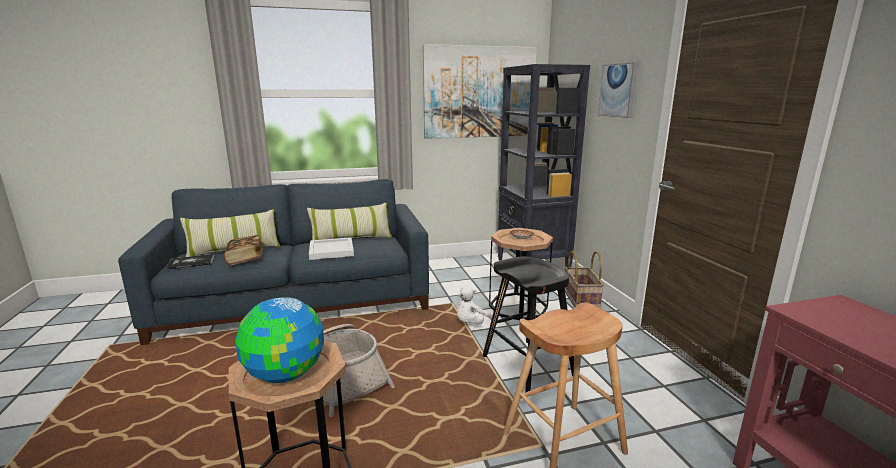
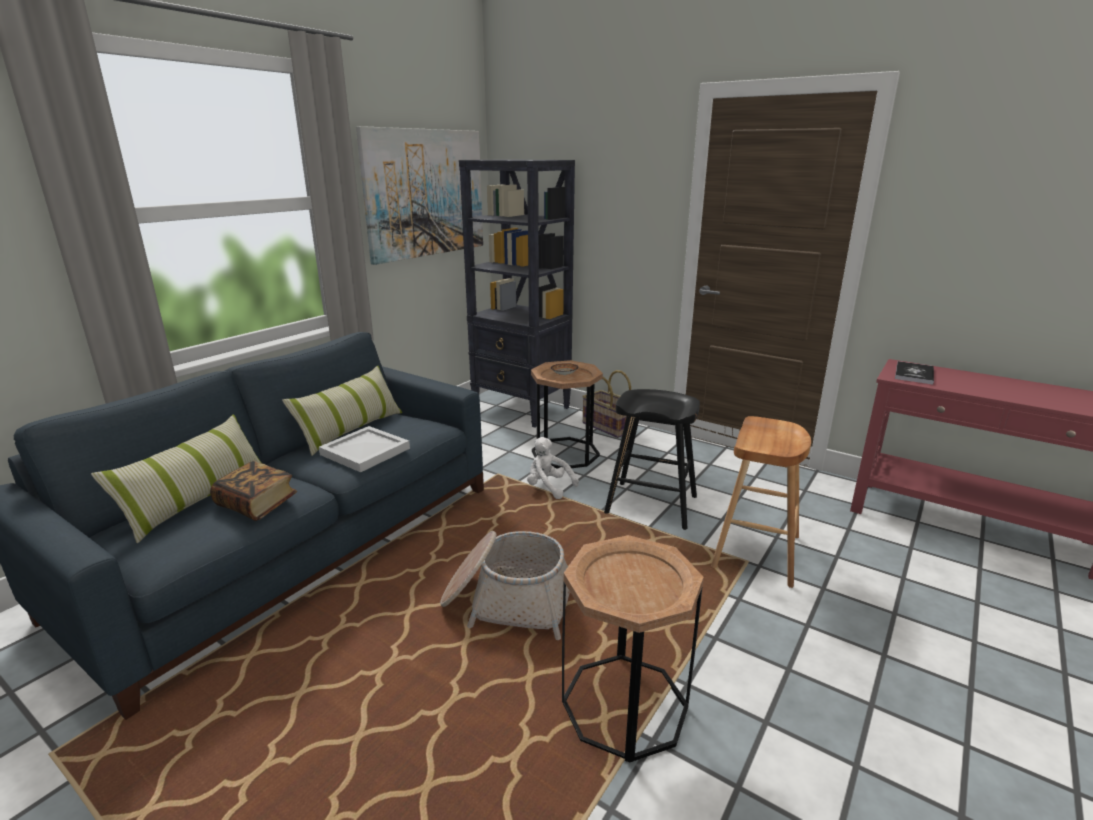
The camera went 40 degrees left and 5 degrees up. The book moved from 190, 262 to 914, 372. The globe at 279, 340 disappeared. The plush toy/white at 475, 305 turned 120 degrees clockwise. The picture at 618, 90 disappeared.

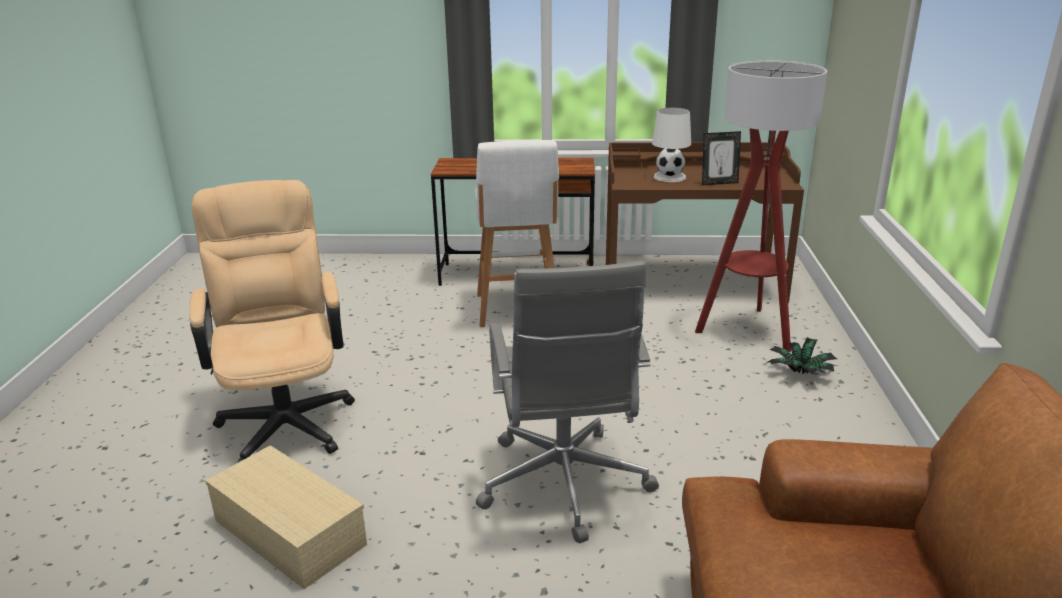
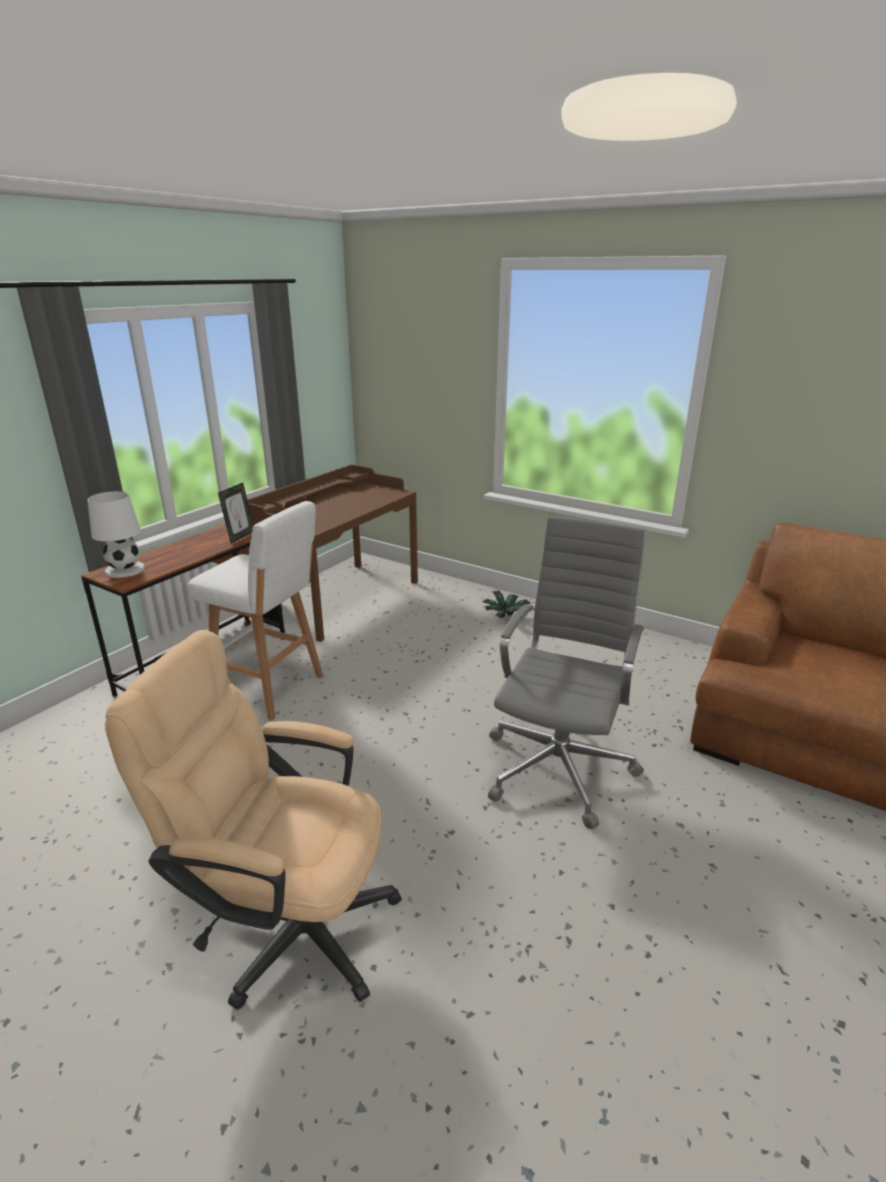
The camera went 60 degrees left and 0 degrees up. The storage box/beige at 286, 517 disappeared. The office chair/grey at 567, 402 turned 90 degrees counterclockwise. The table lamp/white moved from 671, 145 to 116, 534. The floor lamp at 761, 206 disappeared. The picture frame moved from 721, 158 to 235, 513.

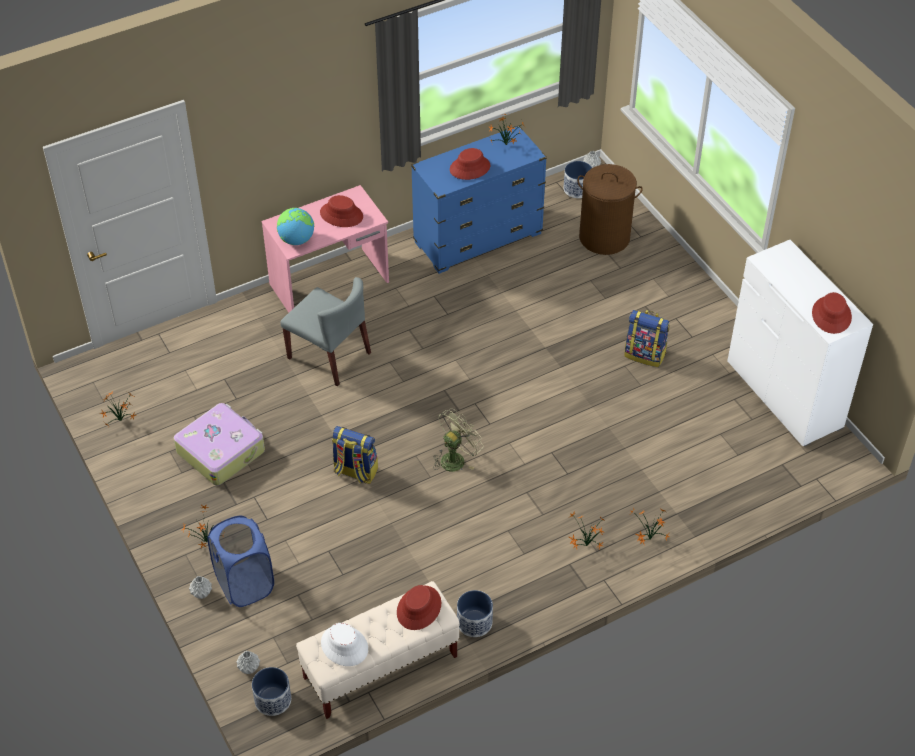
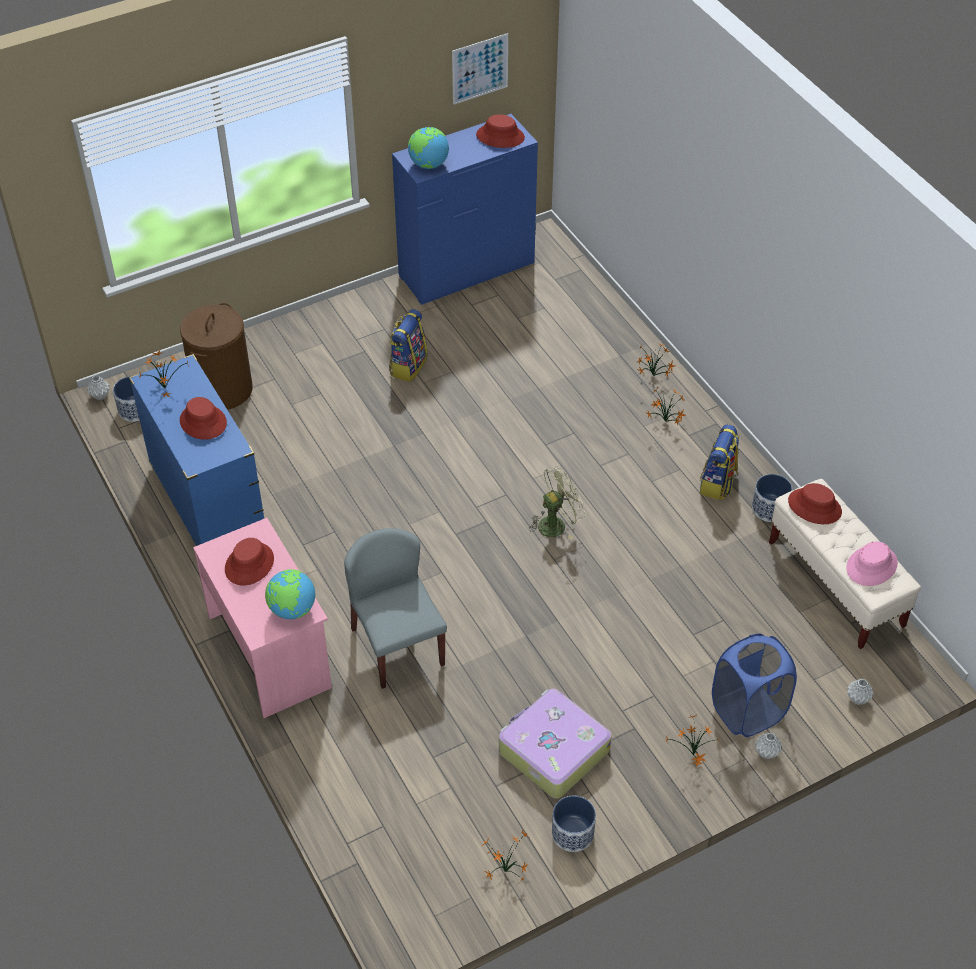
The camera went 90 degrees left and 0 degrees up. The planter moved from 271, 691 to 574, 824. The chair/grey at 325, 331 turned 60 degrees counterclockwise. The hat/white at 344, 644 became the hat/pink at 872, 563. The backpack moved from 355, 455 to 719, 462. The fan/green at 458, 440 turned 105 degrees clockwise. The dresser/white at 800, 343 became the dresser/blue at 465, 209. The globe at 428, 148 appeared. The picture at 480, 69 appeared.

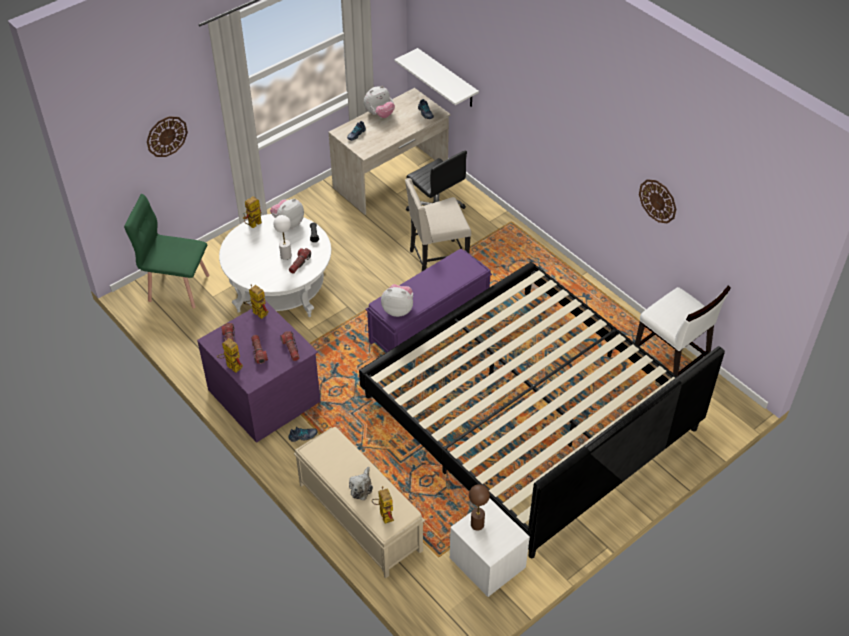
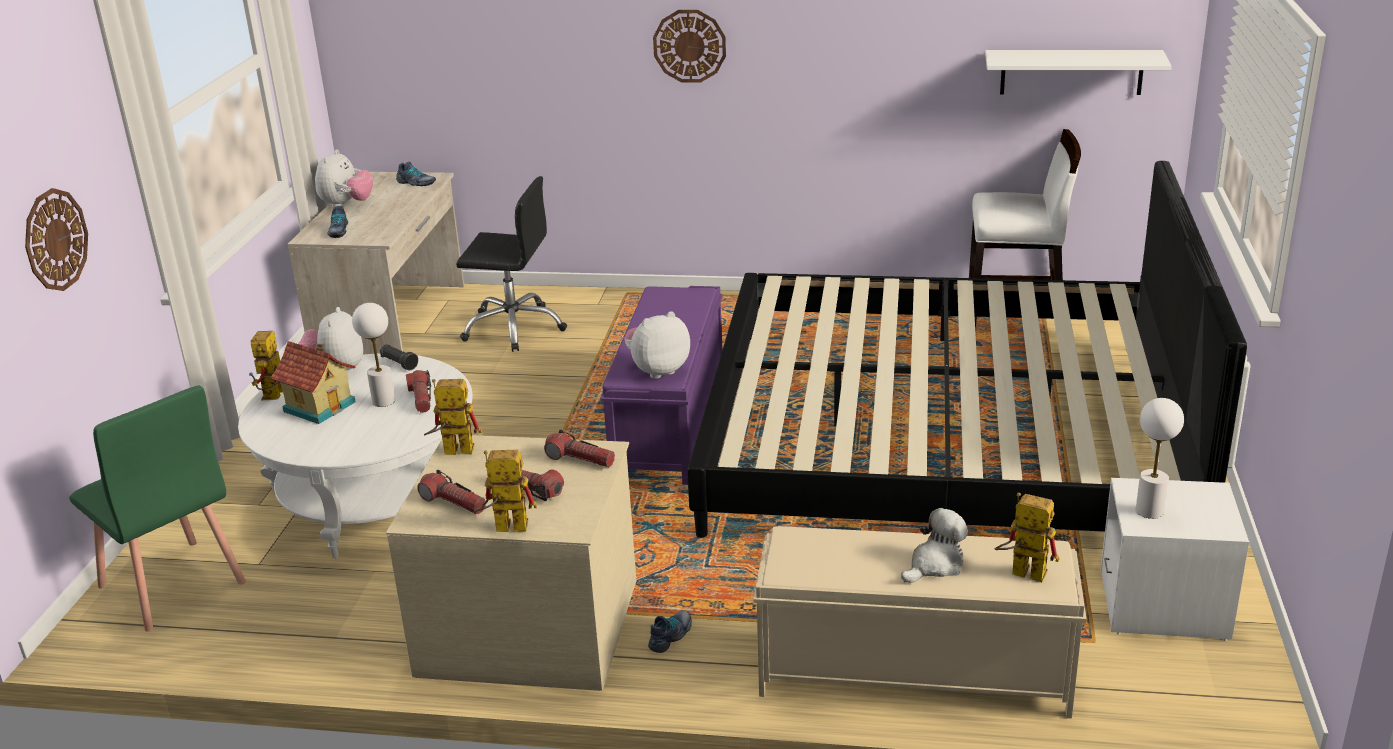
The camera went 40 degrees left and 20 degrees down. The chair/green at 167, 251 turned 105 degrees counterclockwise. The dresser/purple at 259, 372 became the dresser/beige at 511, 562. The plush toy at 361, 483 turned 105 degrees counterclockwise. The shelf/white moved from 437, 77 to 1078, 72. The chair/beige at 438, 224 disappeared. The table lamp/brown at 479, 507 became the table lamp/white at 1160, 458. The wall clock moved from 657, 201 to 689, 46. The toy house at 312, 382 appeared.

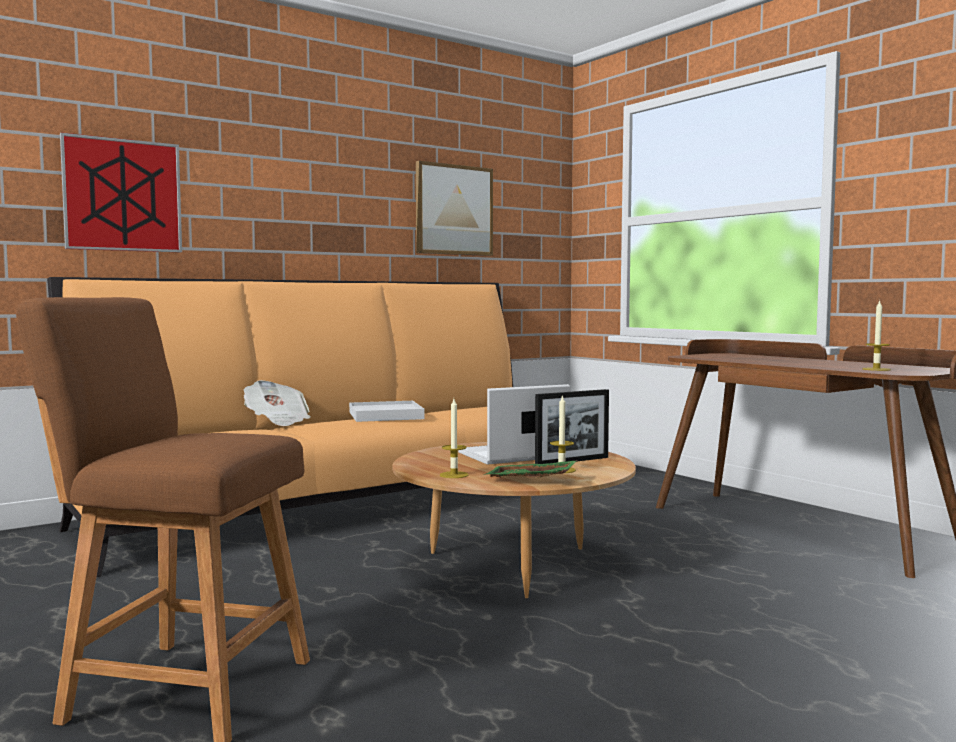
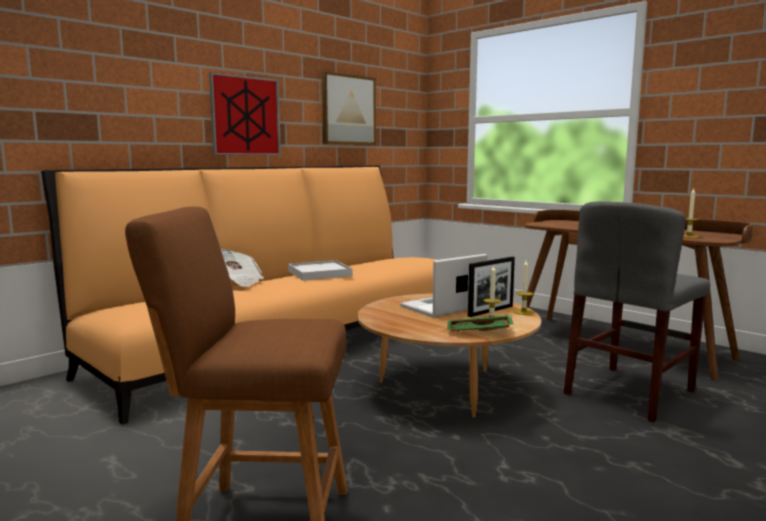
The camera went 10 degrees left and 5 degrees up. The picture moved from 121, 192 to 245, 113. The candle moved from 454, 438 to 524, 287. The chair/grey at 637, 312 appeared.

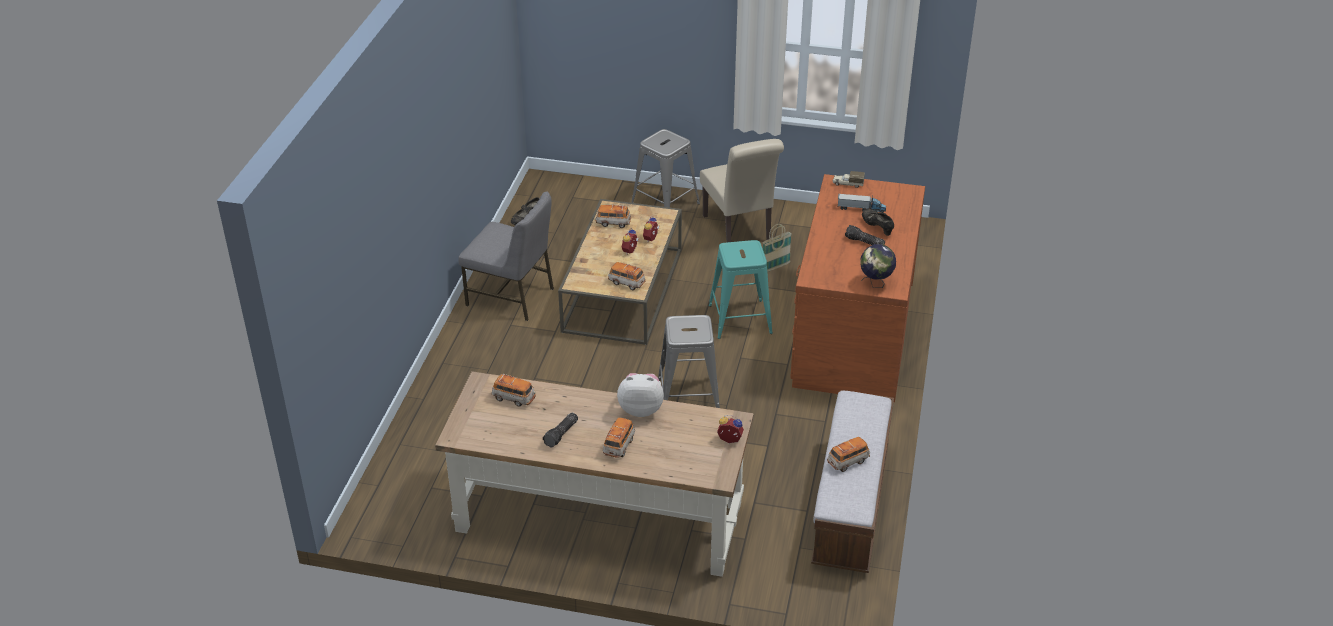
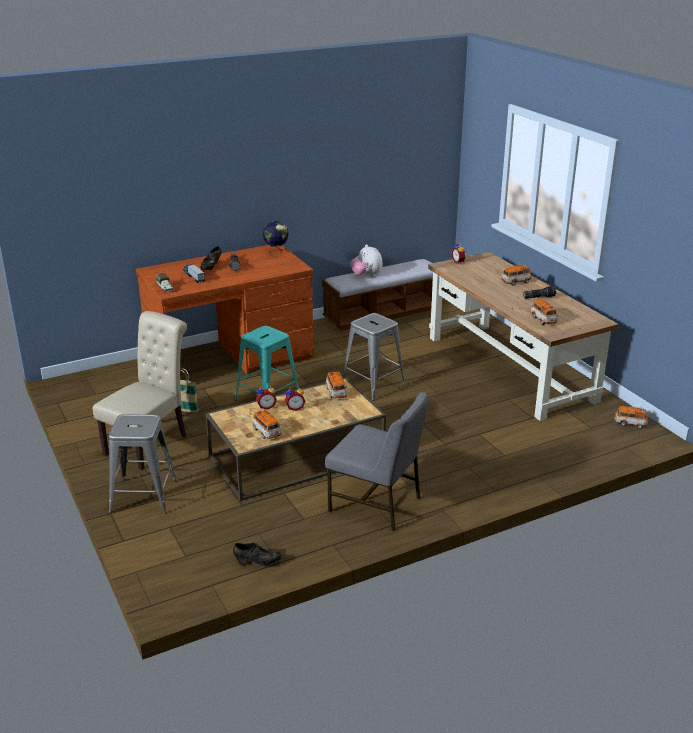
The camera went 130 degrees left and 10 degrees down. The chair/grey at 506, 256 turned 135 degrees clockwise. The plush toy moved from 640, 395 to 367, 260. The toy car moved from 848, 454 to 631, 417.

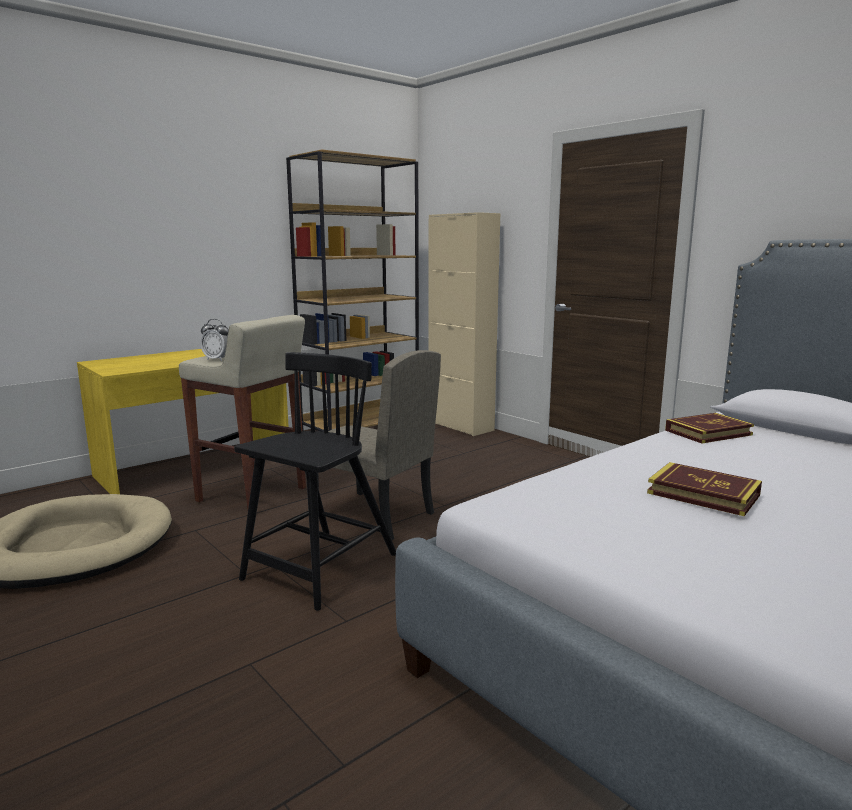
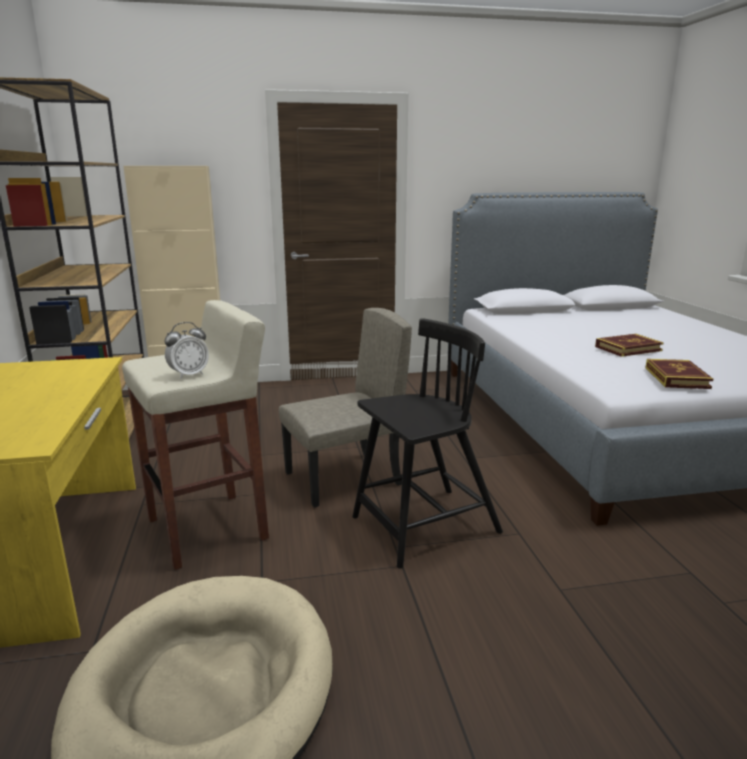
The camera went 60 degrees left and 5 degrees up. The chair/black at 315, 481 turned 90 degrees clockwise. The book moved from 709, 428 to 679, 374.

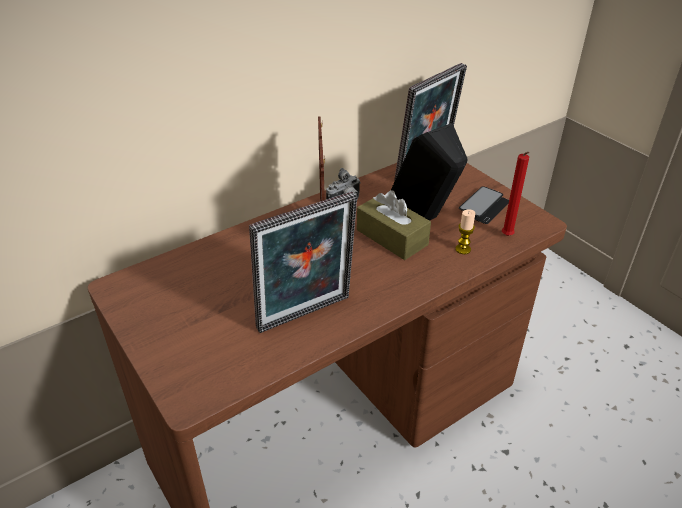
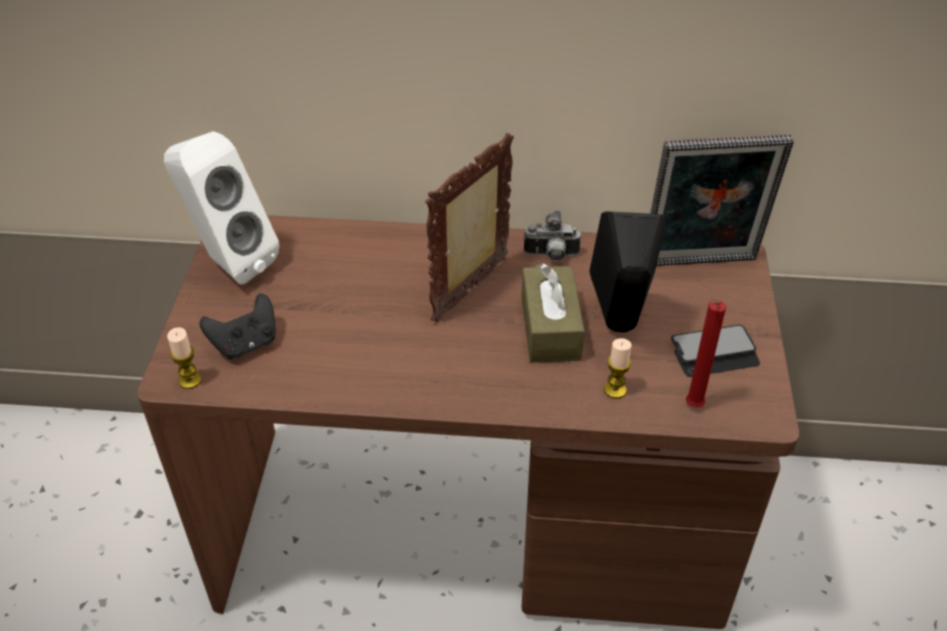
The camera went 40 degrees right and 5 degrees up. The picture frame at 303, 262 disappeared. The speaker/white at 222, 208 appeared. The candle at 184, 358 appeared. The game controller/black at 238, 326 appeared.

